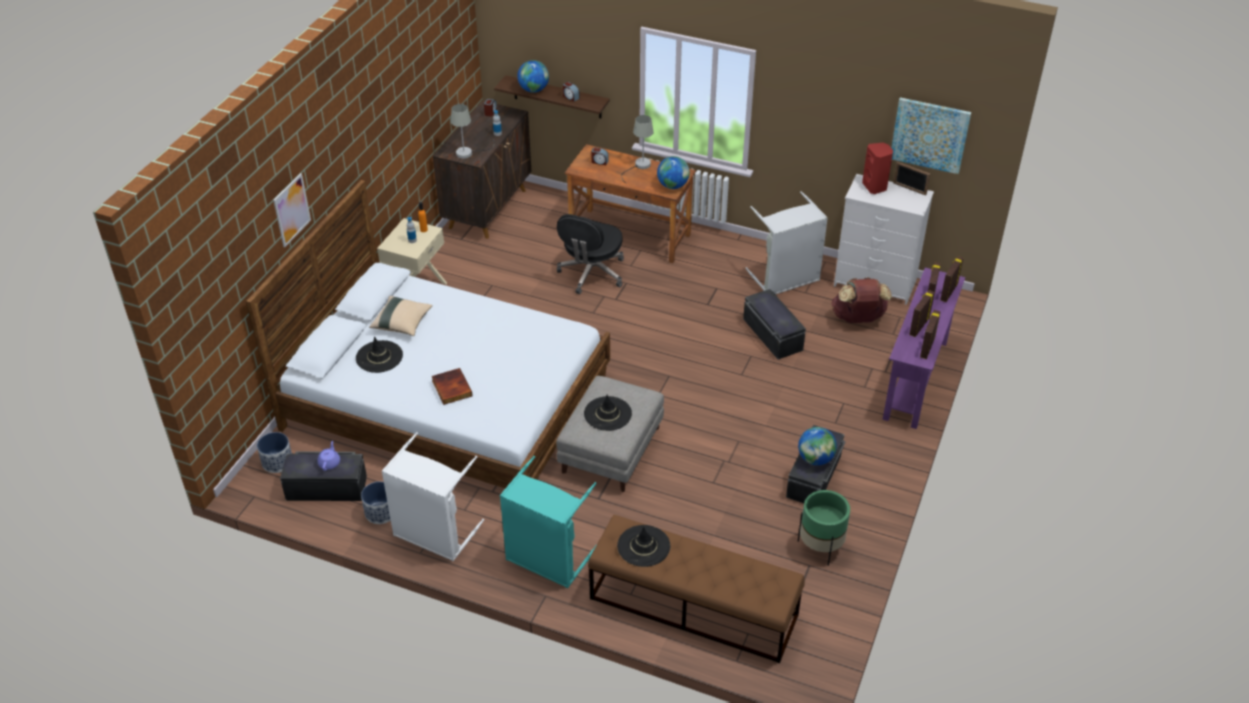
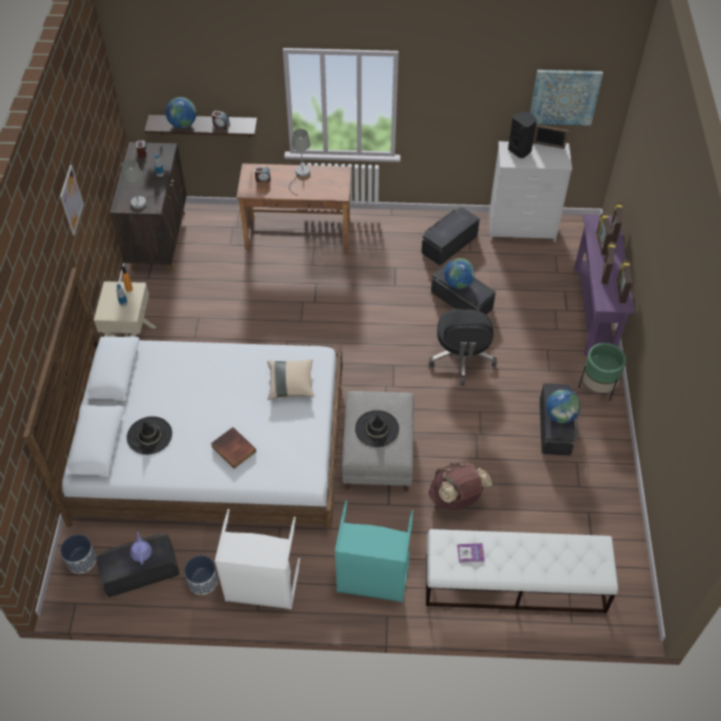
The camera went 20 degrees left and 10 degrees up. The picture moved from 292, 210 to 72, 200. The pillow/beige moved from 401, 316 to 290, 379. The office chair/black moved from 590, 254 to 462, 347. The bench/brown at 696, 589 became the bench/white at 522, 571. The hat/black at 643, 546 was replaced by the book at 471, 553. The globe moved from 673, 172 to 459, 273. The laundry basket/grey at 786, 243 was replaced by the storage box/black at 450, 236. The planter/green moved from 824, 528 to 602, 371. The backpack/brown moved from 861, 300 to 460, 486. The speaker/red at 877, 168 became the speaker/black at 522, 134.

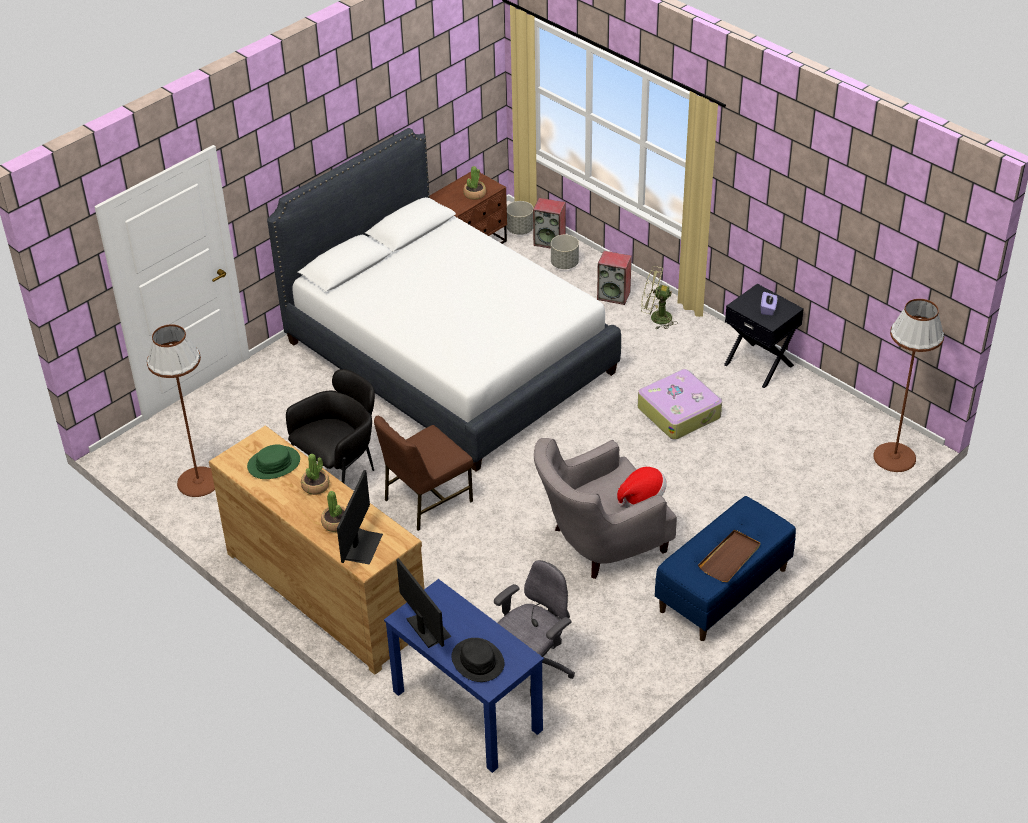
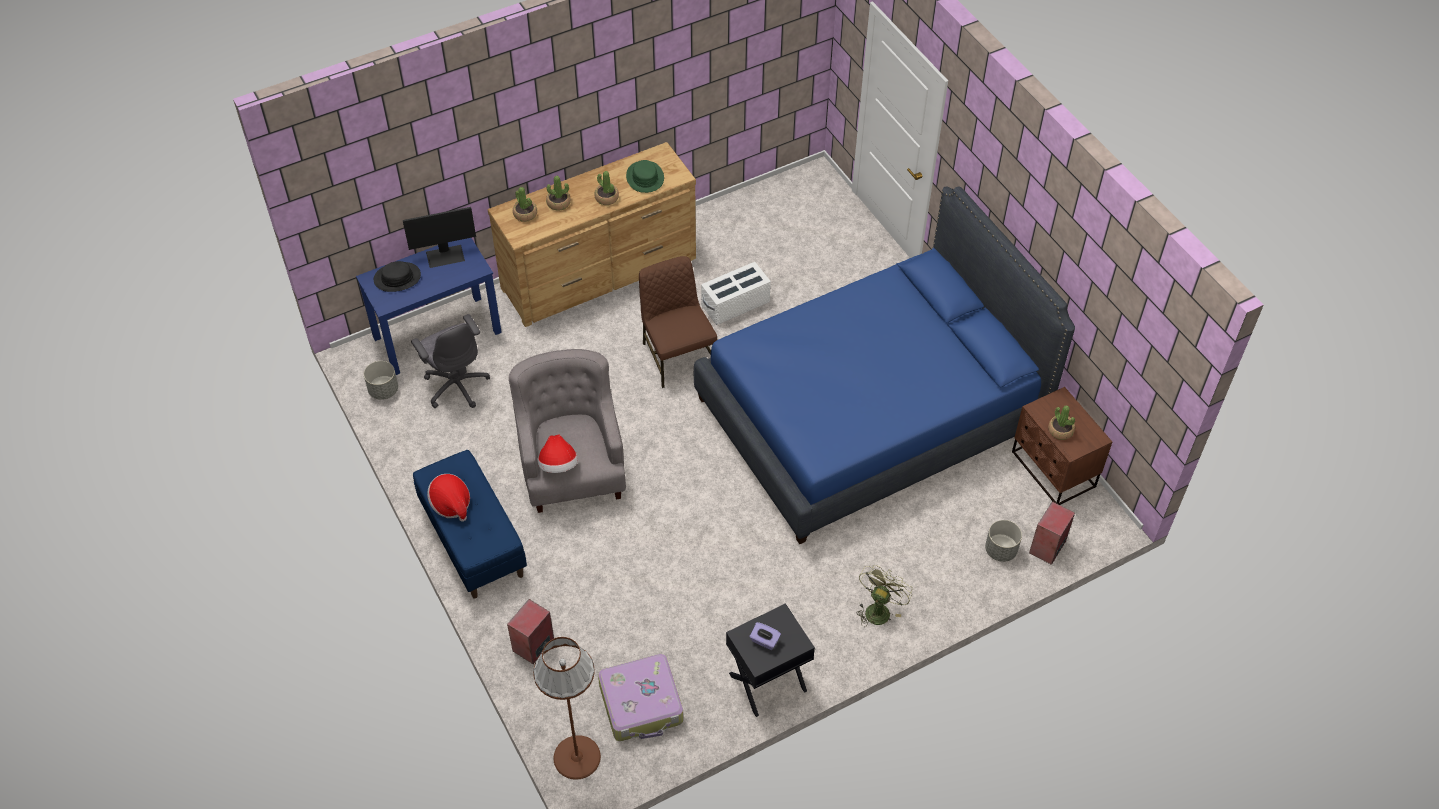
The camera went 105 degrees right and 10 degrees up. The floor lamp/brown at 181, 410 disappeared. The bed/white at 444, 300 became the bed/blue at 884, 365. The armchair/black at 330, 426 was replaced by the storage box/white at 736, 293. The monitor at 360, 517 was replaced by the potted plant at 525, 204. The planter/grey moved from 520, 218 to 381, 380. The speaker moved from 614, 278 to 530, 631. The suitcase moved from 680, 404 to 640, 697. The tray/brown at 729, 555 was replaced by the hat at 448, 498.

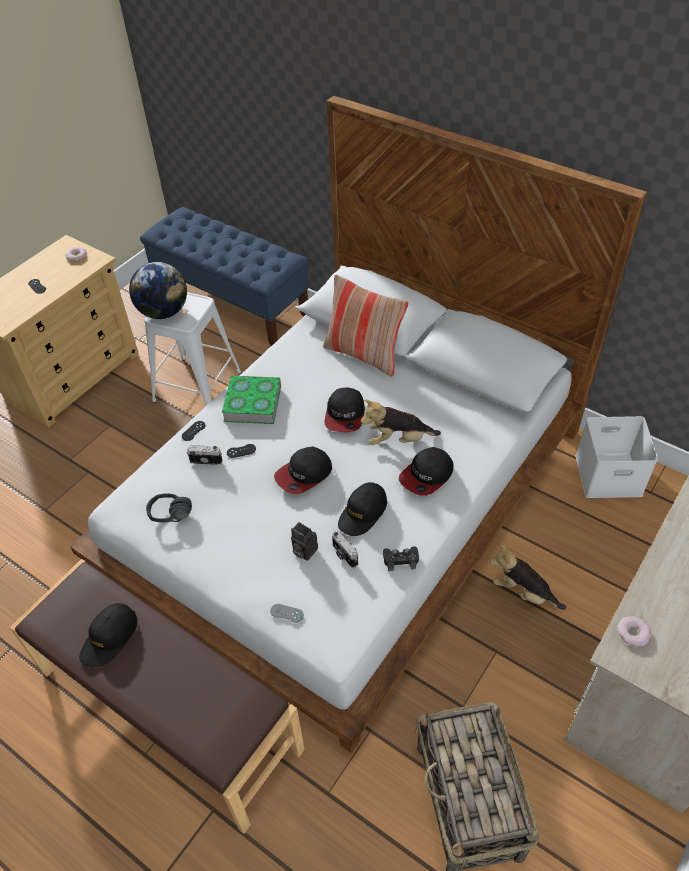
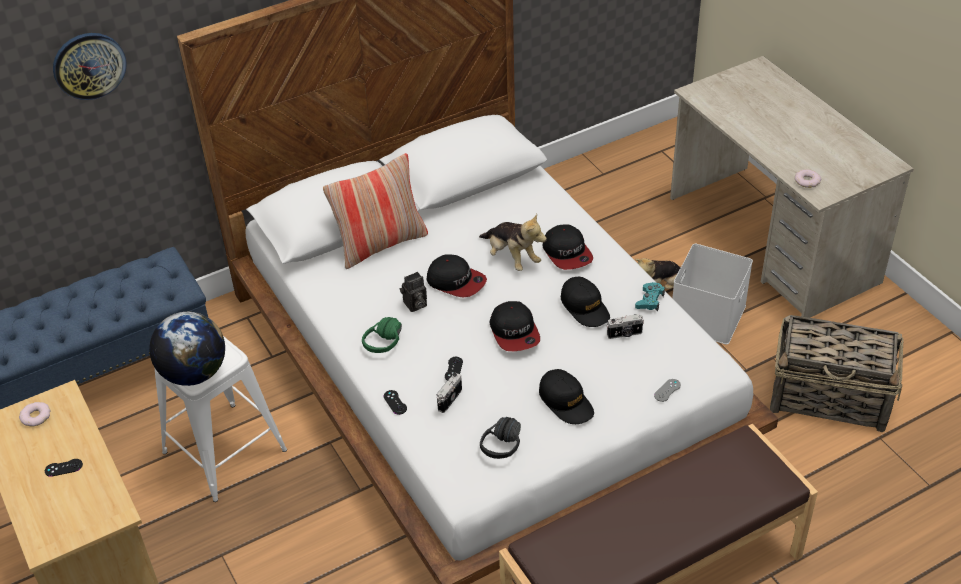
The camera went 65 degrees left and 5 degrees down. The cap/black moved from 108, 635 to 566, 396. The book at 251, 400 was replaced by the headphones/green at 382, 335. The photo camera moved from 304, 541 to 413, 292. The plush toy at 401, 422 turned 60 degrees counterclockwise. The game controller/black at 401, 558 became the game controller/turquoise at 650, 297. The storage box/white moved from 616, 457 to 713, 294. The wall clock at 90, 66 appeared.

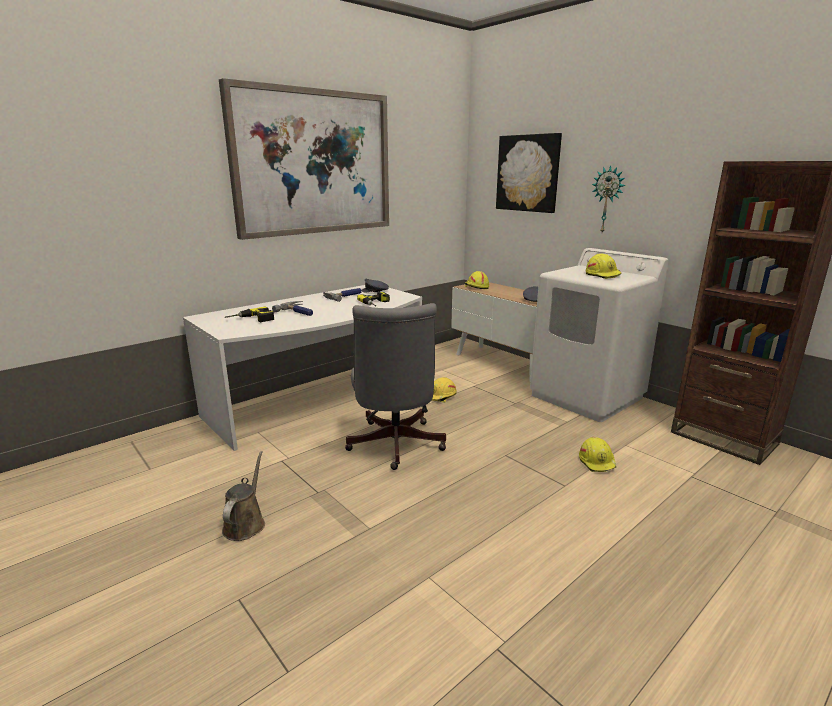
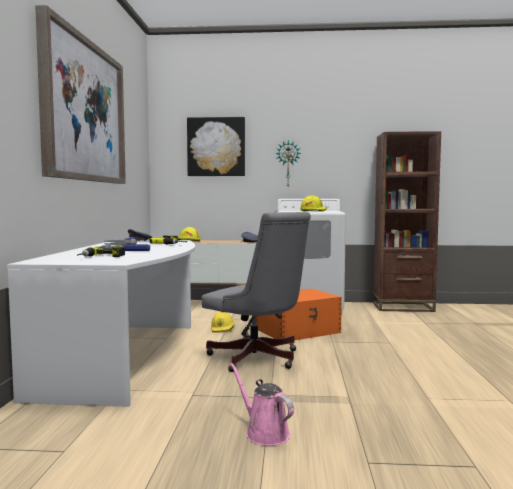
The camera went 45 degrees left and 15 degrees down. The watering can/brown at 243, 496 became the watering can/pink at 262, 404. The hard hat/yellow at 597, 454 disappeared. The storage box/orange at 299, 314 appeared.

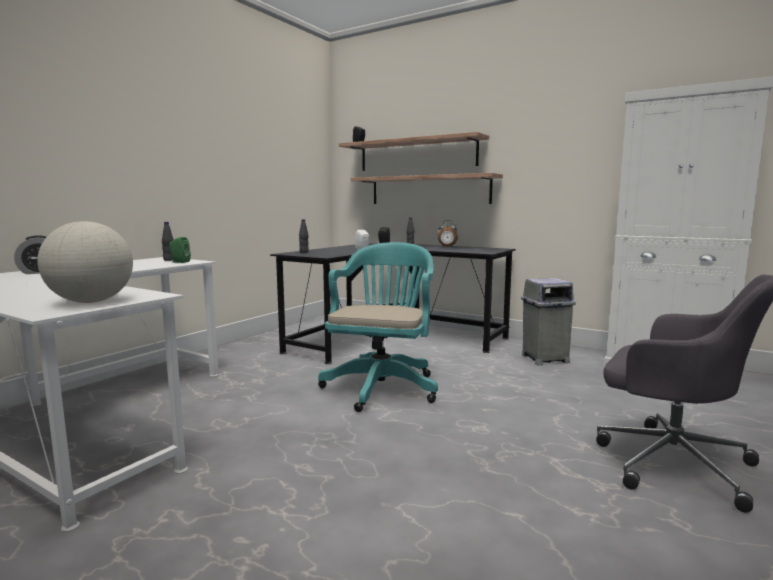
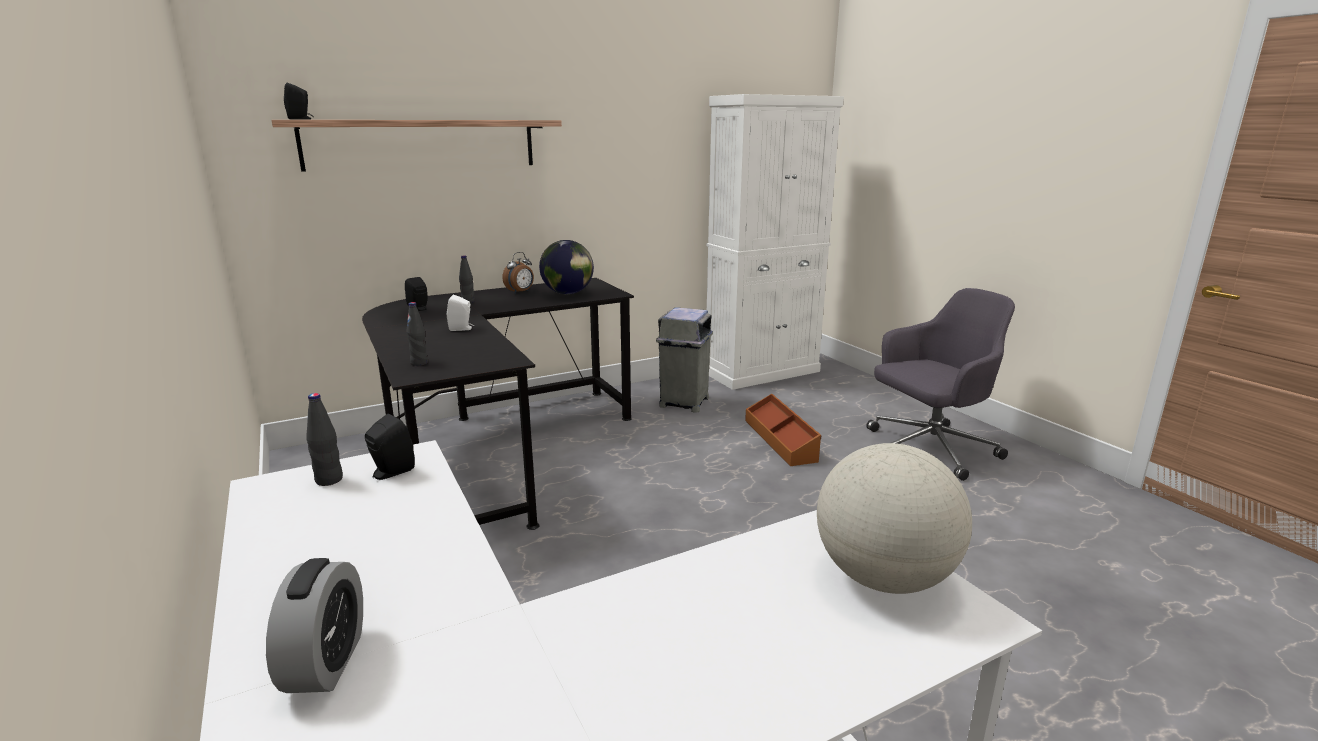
The camera went 60 degrees left and 10 degrees up. The speaker/green at 180, 250 became the speaker/black at 390, 447. The office chair/turquoise at 378, 327 disappeared. The shelf at 426, 188 disappeared. The globe at 566, 267 appeared. The storage box/brown at 783, 430 appeared.

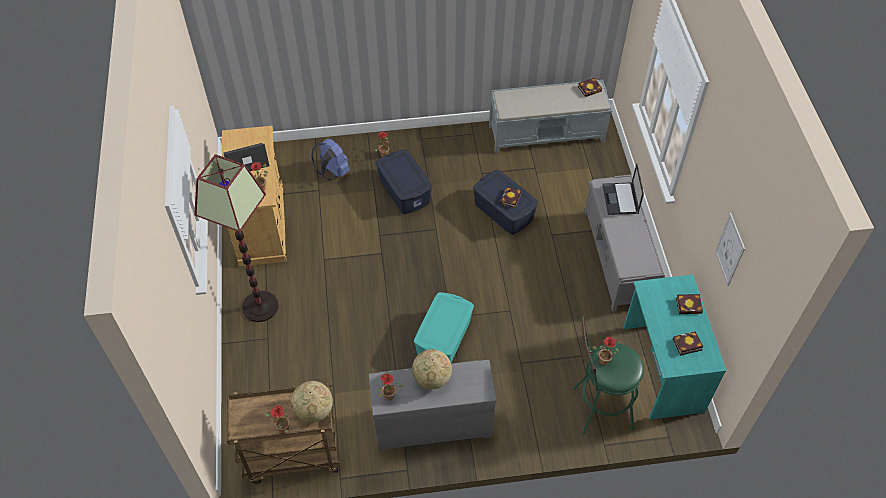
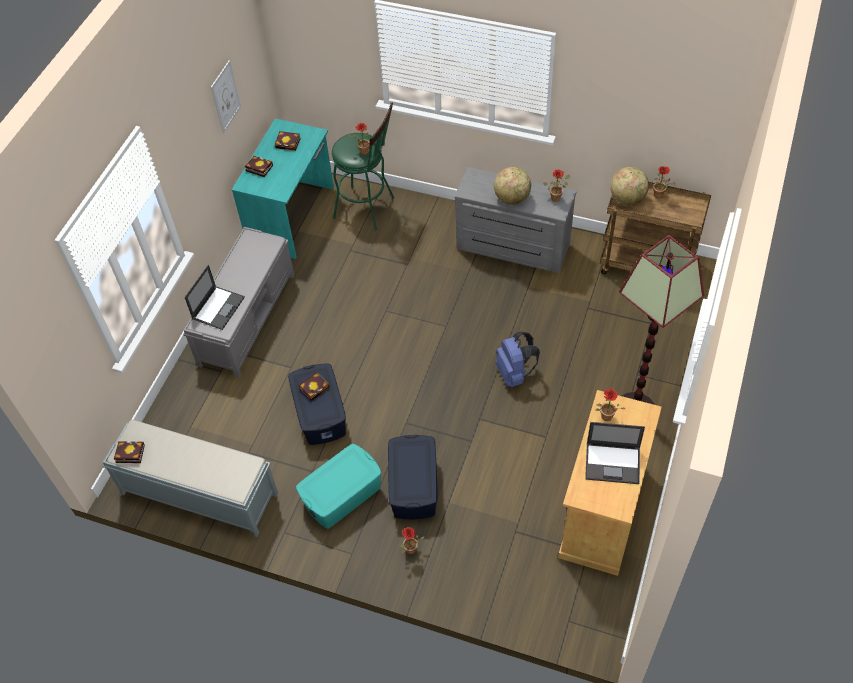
The camera went 150 degrees left and 0 degrees up. The backpack/blue moved from 330, 159 to 518, 359. The storage box/turquoise moved from 444, 327 to 338, 486.

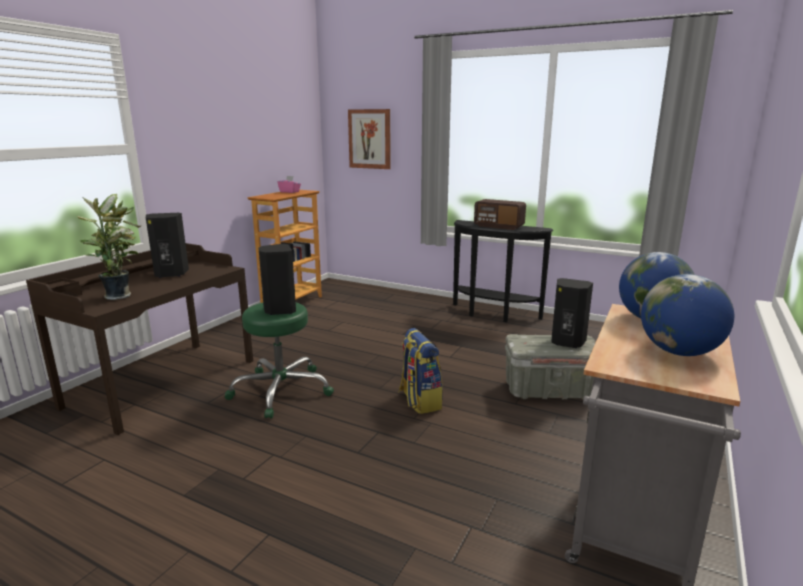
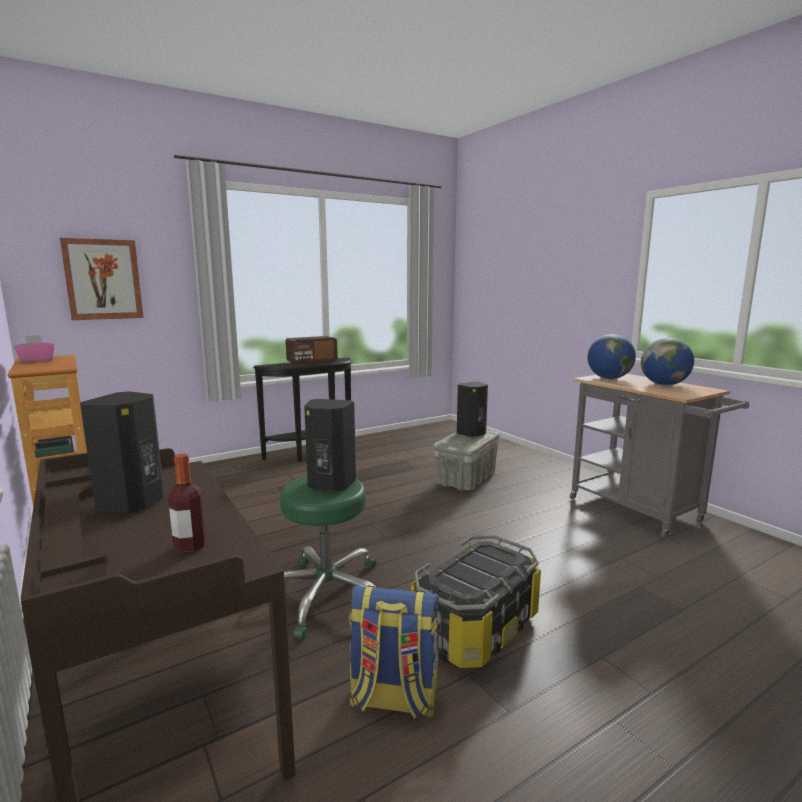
The camera went 60 degrees left and 5 degrees down. The potted plant at 109, 247 was replaced by the bottle at 187, 503. The backpack moved from 420, 371 to 394, 652. The storage box at 476, 601 appeared.

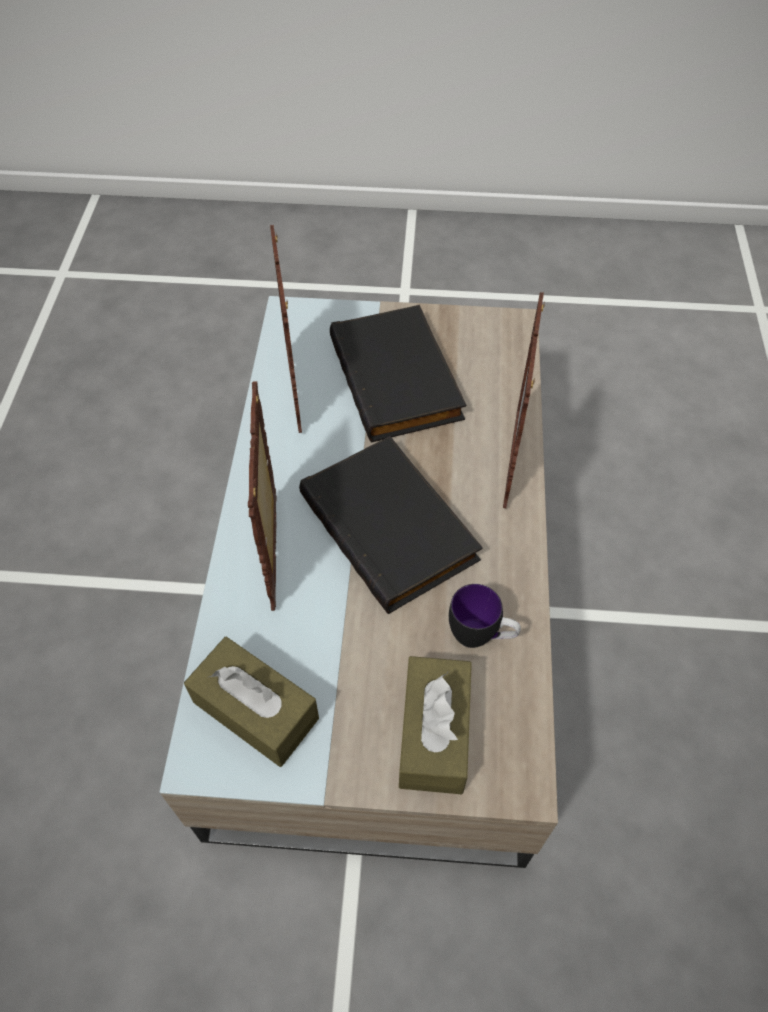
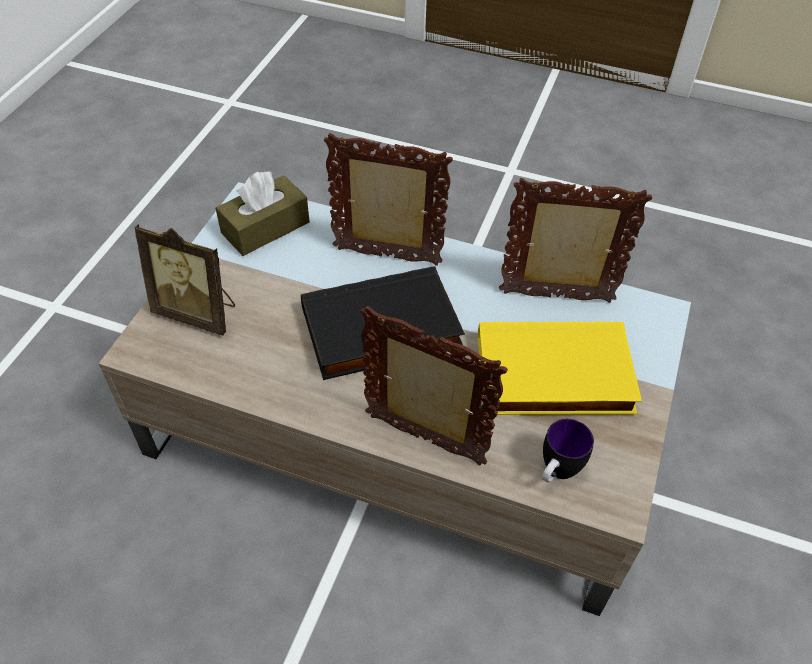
The camera went 105 degrees right and 5 degrees down. The book/black at 398, 374 became the book/yellow at 560, 368. The tissue box/brown at 435, 725 was replaced by the picture frame at 184, 279. The mug moved from 485, 616 to 568, 450.

